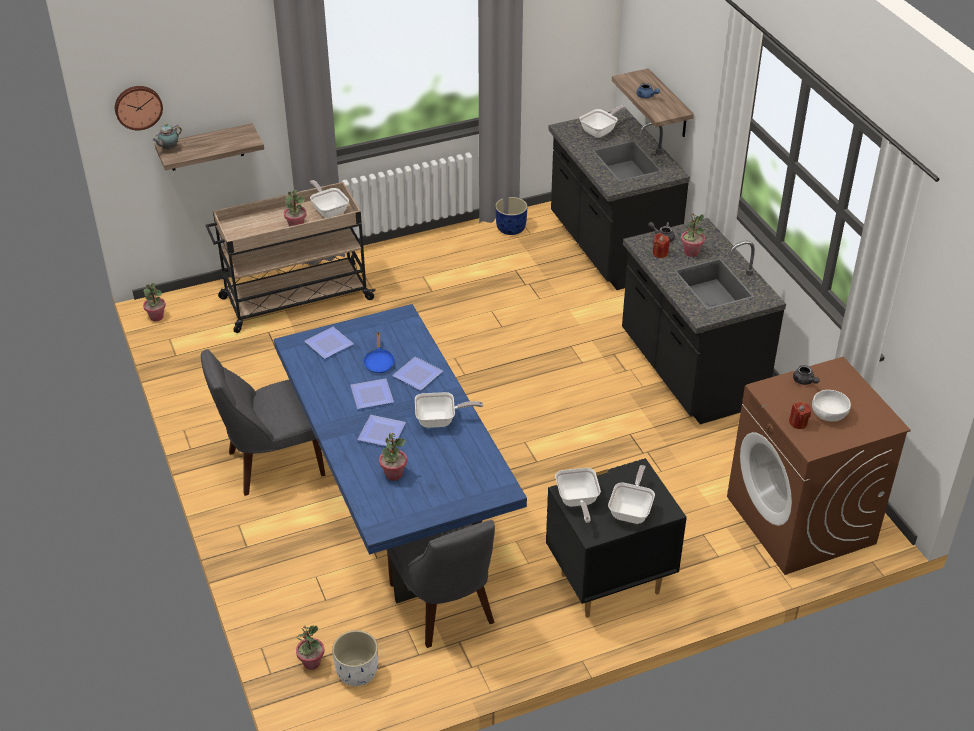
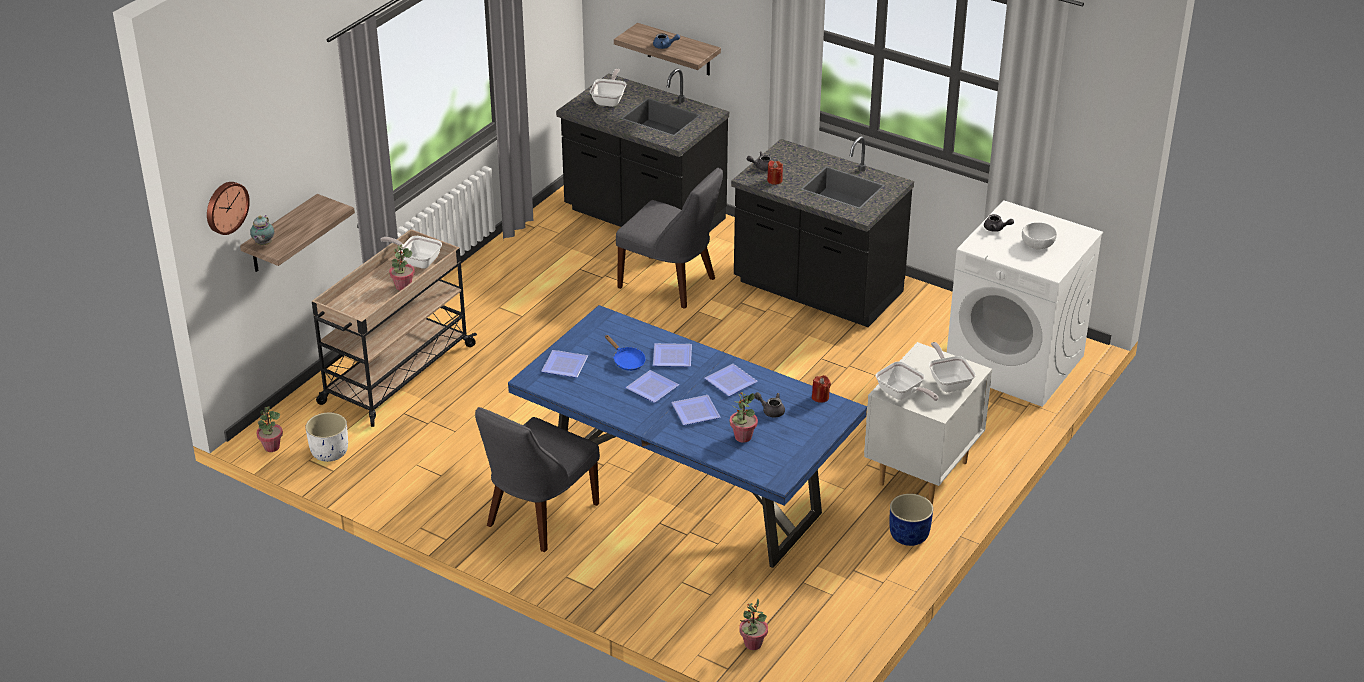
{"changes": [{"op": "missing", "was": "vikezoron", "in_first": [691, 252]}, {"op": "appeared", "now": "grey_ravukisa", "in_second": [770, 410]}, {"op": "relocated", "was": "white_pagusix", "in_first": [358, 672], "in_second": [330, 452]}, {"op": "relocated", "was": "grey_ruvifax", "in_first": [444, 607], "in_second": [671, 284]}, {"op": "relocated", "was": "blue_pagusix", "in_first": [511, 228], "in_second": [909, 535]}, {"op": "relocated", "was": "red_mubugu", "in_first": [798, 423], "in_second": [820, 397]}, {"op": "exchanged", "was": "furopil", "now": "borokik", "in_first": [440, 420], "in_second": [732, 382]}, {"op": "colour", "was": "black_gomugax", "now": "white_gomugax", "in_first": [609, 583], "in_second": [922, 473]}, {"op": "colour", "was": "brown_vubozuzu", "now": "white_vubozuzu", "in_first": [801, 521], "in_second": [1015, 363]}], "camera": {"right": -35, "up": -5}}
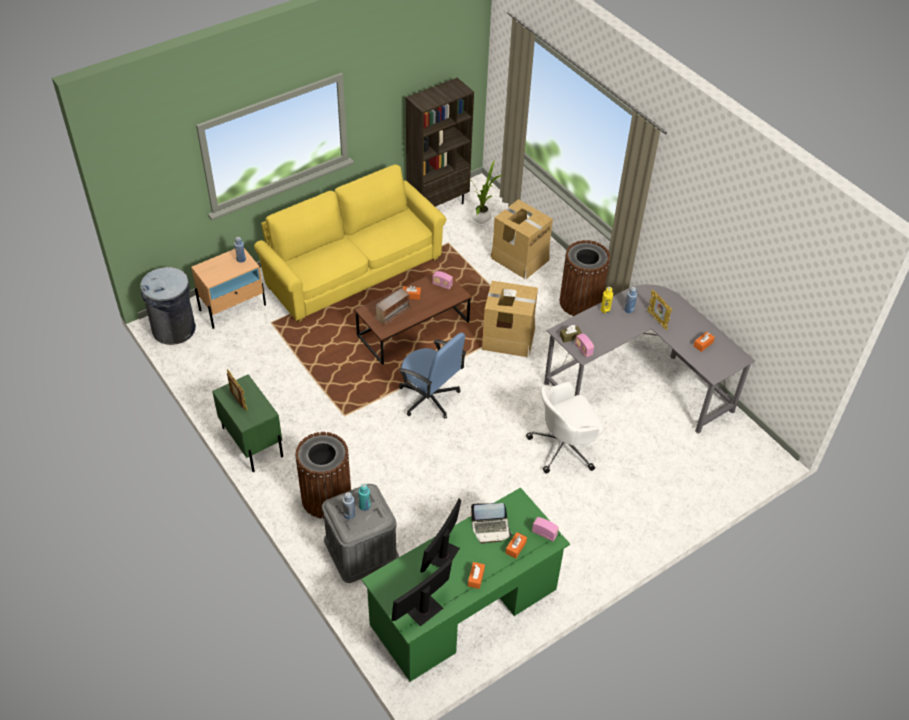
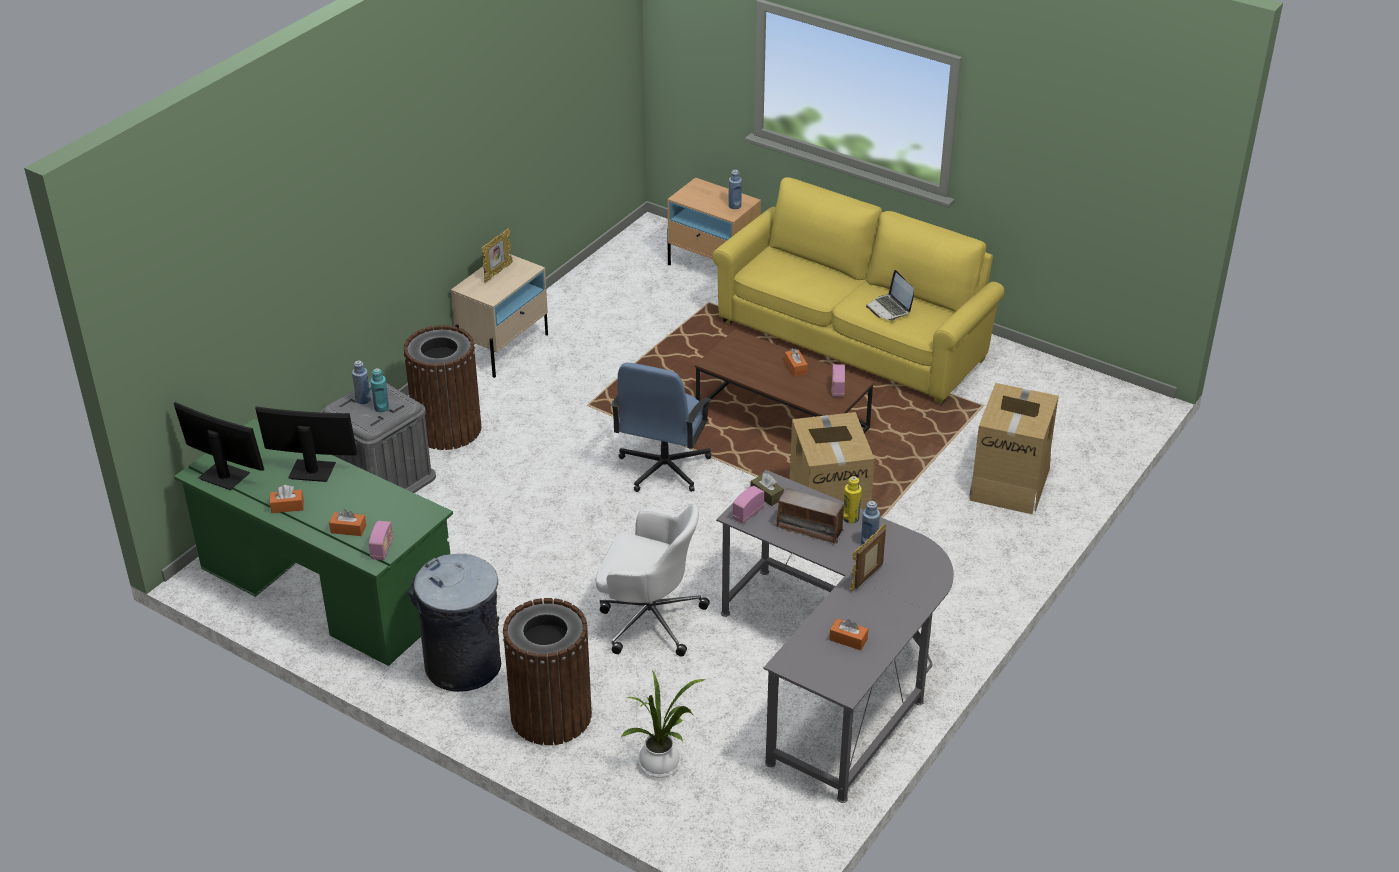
{"changes": [{"op": "missing", "was": "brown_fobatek", "in_first": [438, 205]}, {"op": "relocated", "was": "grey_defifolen", "in_first": [174, 329], "in_second": [463, 666]}, {"op": "relocated", "was": "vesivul", "in_first": [393, 313], "in_second": [810, 528]}, {"op": "relocated", "was": "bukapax", "in_first": [491, 528], "in_second": [889, 308]}, {"op": "relocated", "was": "vikezoron", "in_first": [482, 219], "in_second": [663, 765]}, {"op": "relocated", "was": "brown_defifolen", "in_first": [580, 302], "in_second": [551, 715]}, {"op": "colour", "was": "green_gomugax", "now": "beige_gomugax", "in_first": [252, 442], "in_second": [504, 348]}, {"op": "spun", "was": "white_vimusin", "in_first": [564, 447], "in_second": [649, 619], "clockwise": 150}], "camera": {"right": 70, "up": -10}}
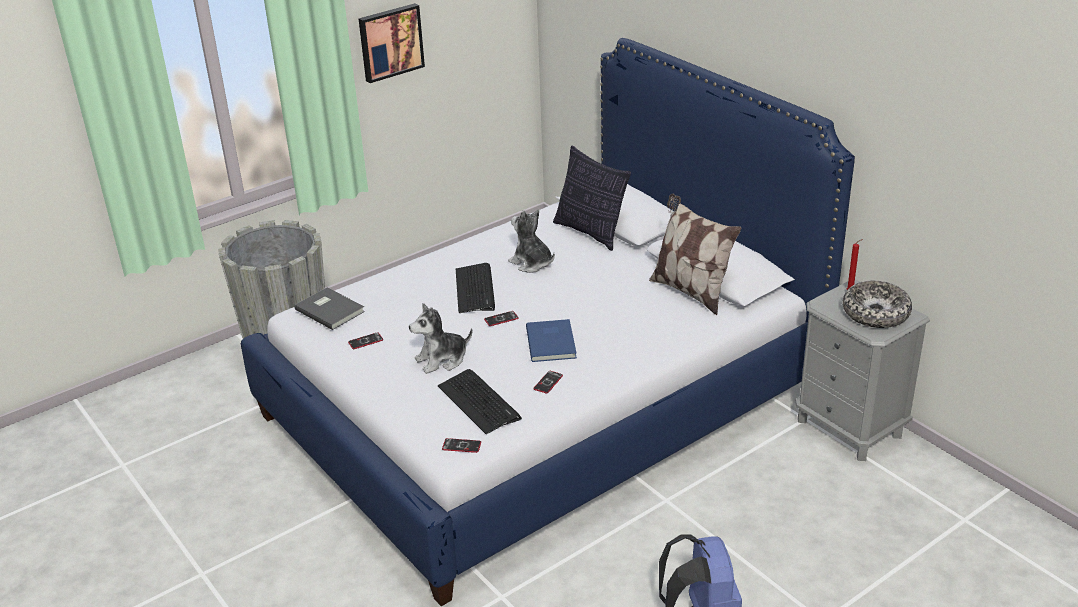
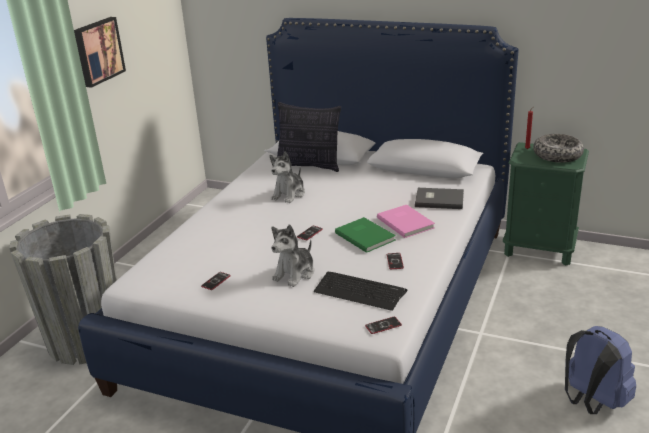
{"changes": [{"op": "missing", "was": "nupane", "in_first": [475, 289]}, {"op": "missing", "was": "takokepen", "in_first": [690, 291]}, {"op": "appeared", "now": "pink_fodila", "in_second": [406, 222]}, {"op": "relocated", "was": "grey_fodila", "in_first": [330, 309], "in_second": [438, 199]}, {"op": "colour", "was": "blue_fodila", "now": "green_fodila", "in_first": [552, 342], "in_second": [365, 236]}, {"op": "colour", "was": "grey_gomugax", "now": "green_gomugax", "in_first": [850, 428], "in_second": [540, 249]}, {"op": "spun", "was": "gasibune", "in_first": [531, 263], "in_second": [289, 194], "clockwise": -75}], "camera": {"right": -30, "up": -5}}
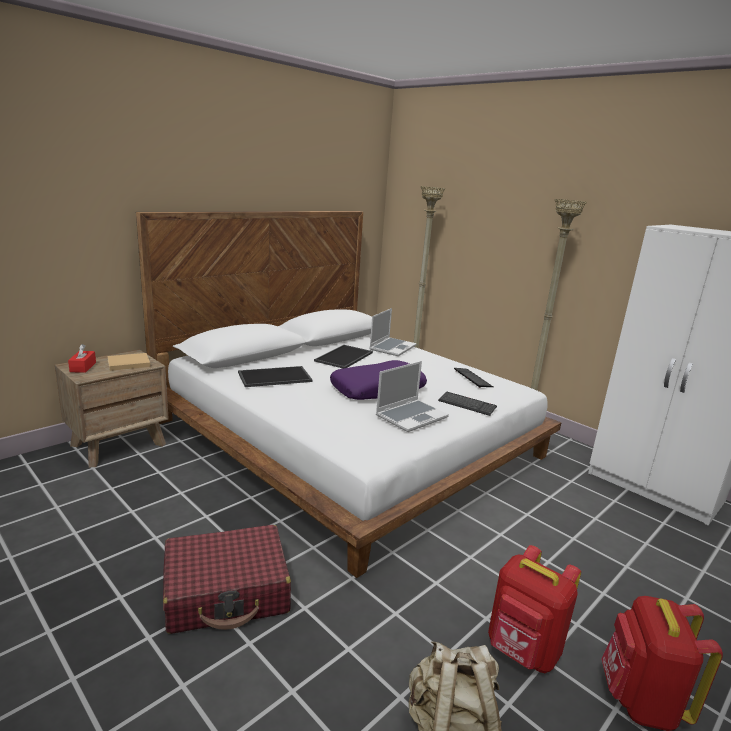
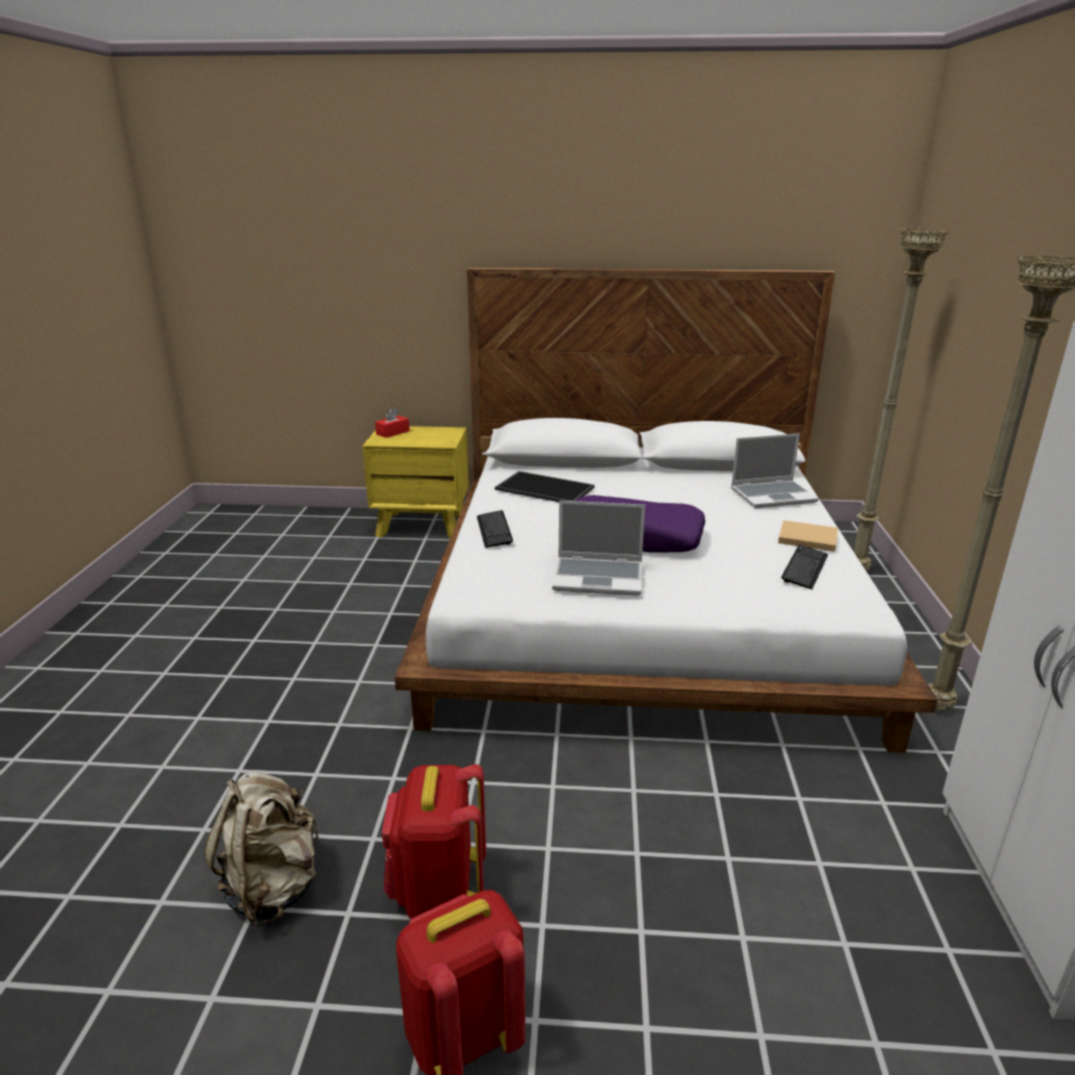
{"changes": [{"op": "missing", "was": "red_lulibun", "in_first": [227, 592]}, {"op": "missing", "was": "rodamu", "in_first": [344, 357]}, {"op": "relocated", "was": "beige_fodila", "in_first": [127, 363], "in_second": [805, 538]}, {"op": "relocated", "was": "nupane", "in_first": [467, 405], "in_second": [494, 530]}, {"op": "colour", "was": "brown_gomugax", "now": "yellow_gomugax", "in_first": [119, 444], "in_second": [422, 525]}], "camera": {"right": 50, "up": 5}}
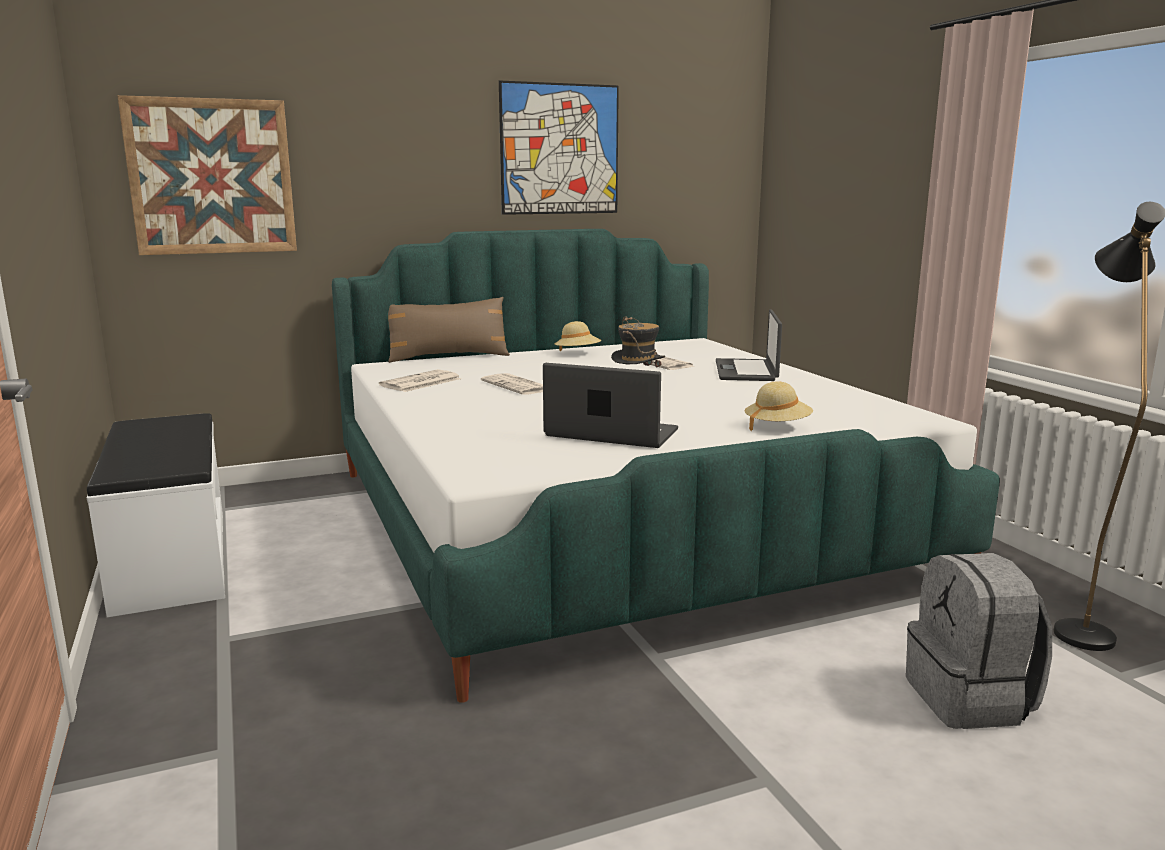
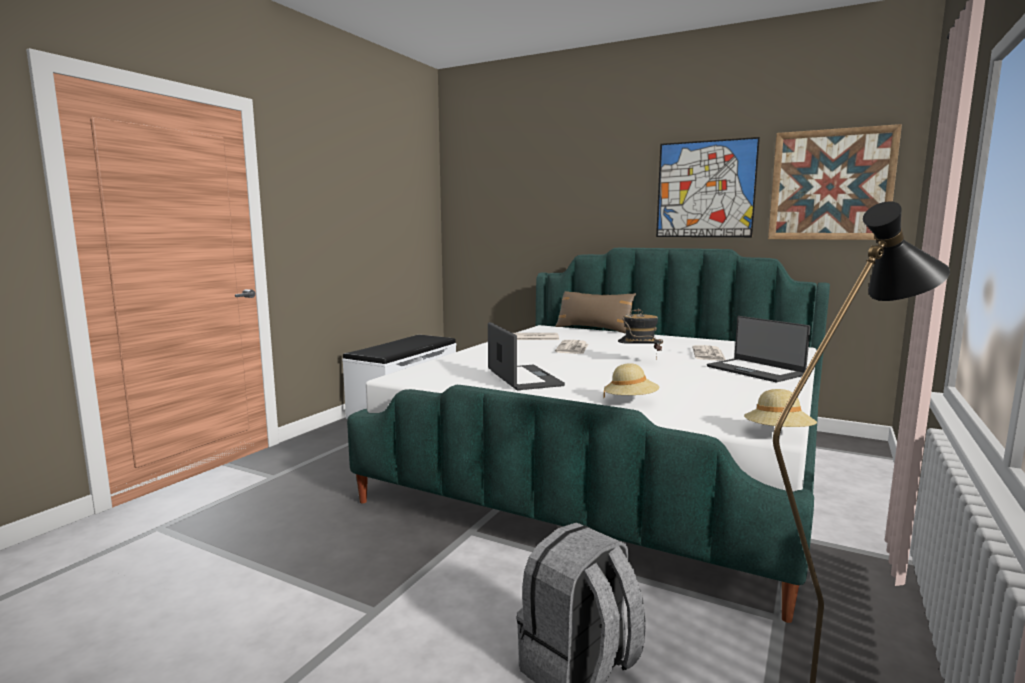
{"changes": [{"op": "relocated", "was": "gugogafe", "in_first": [212, 177], "in_second": [830, 185]}, {"op": "relocated", "was": "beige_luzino", "in_first": [578, 354], "in_second": [778, 434]}, {"op": "spun", "was": "bukapax", "in_first": [747, 371], "in_second": [755, 371], "clockwise": -90}], "camera": {"right": 50, "up": -5}}
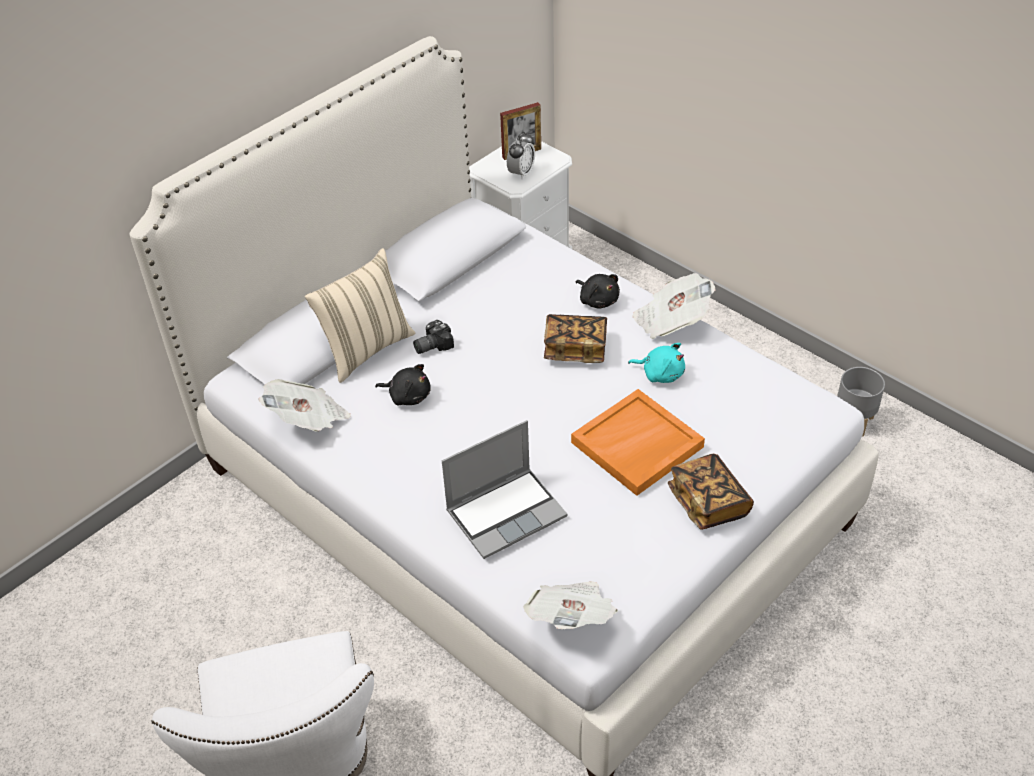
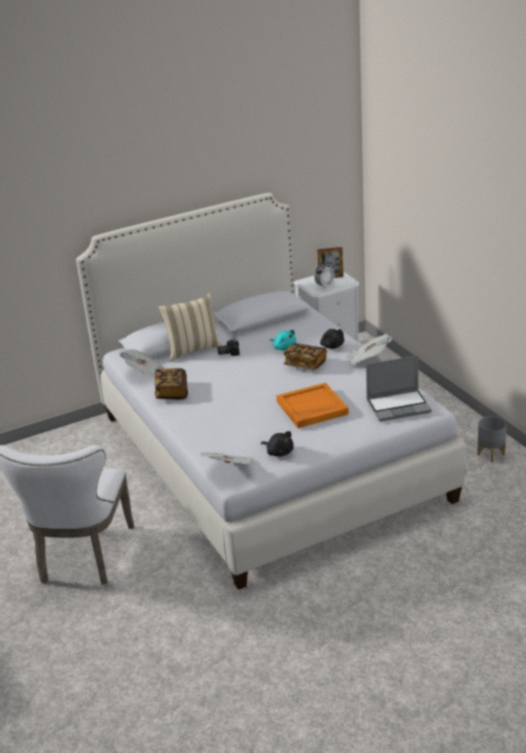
{"changes": [{"op": "relocated", "was": "black_gasibune", "in_first": [408, 396], "in_second": [279, 452]}, {"op": "relocated", "was": "bukapax", "in_first": [506, 512], "in_second": [399, 406]}, {"op": "relocated", "was": "turquoise_gasibune", "in_first": [660, 373], "in_second": [284, 348]}, {"op": "relocated", "was": "fodila", "in_first": [708, 503], "in_second": [171, 392]}], "camera": {"right": 20, "up": -15}}
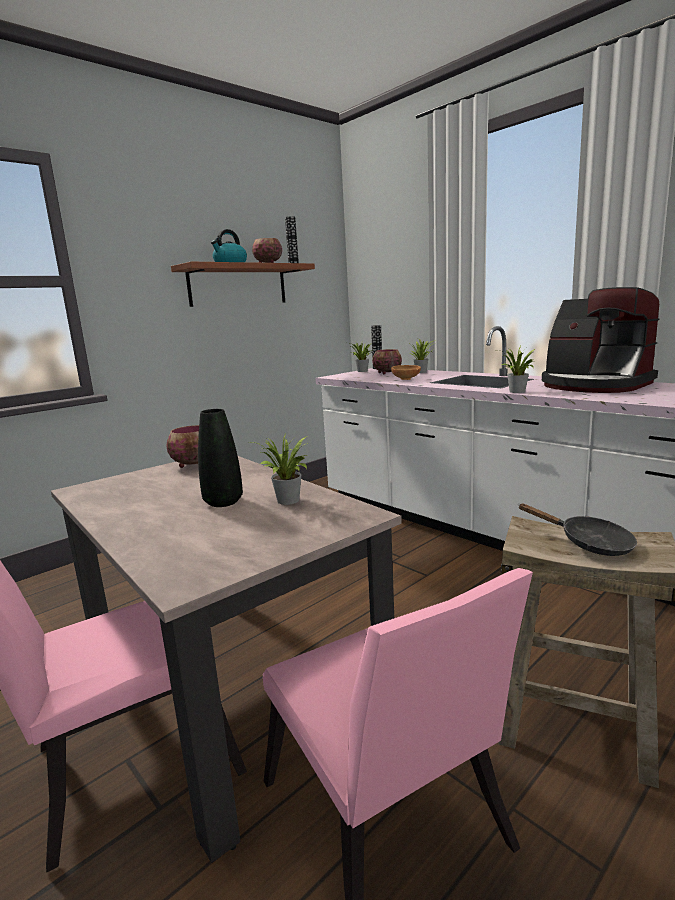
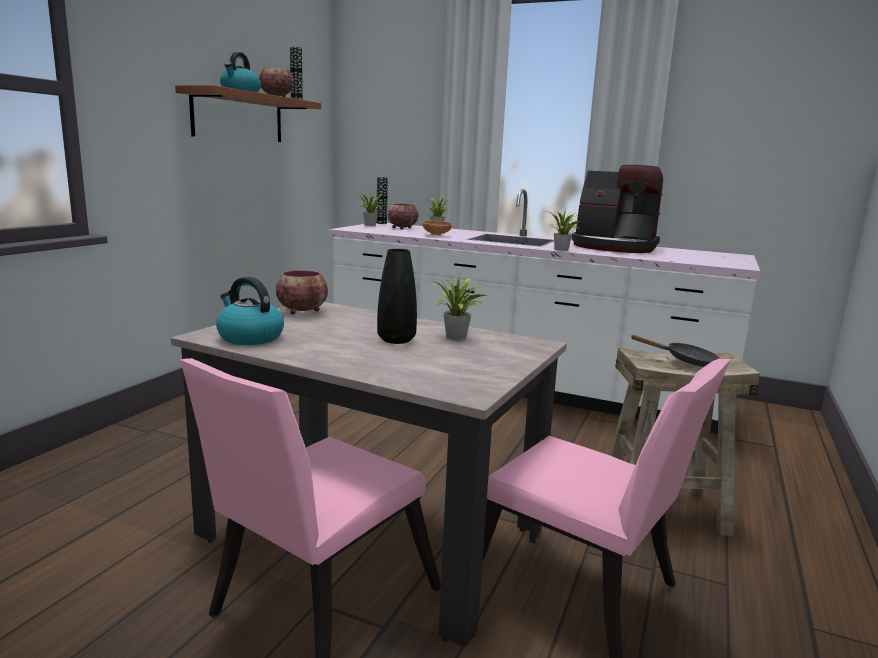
{"changes": [{"op": "appeared", "now": "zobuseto", "in_second": [249, 337]}], "camera": {"right": -25, "up": 0}}
